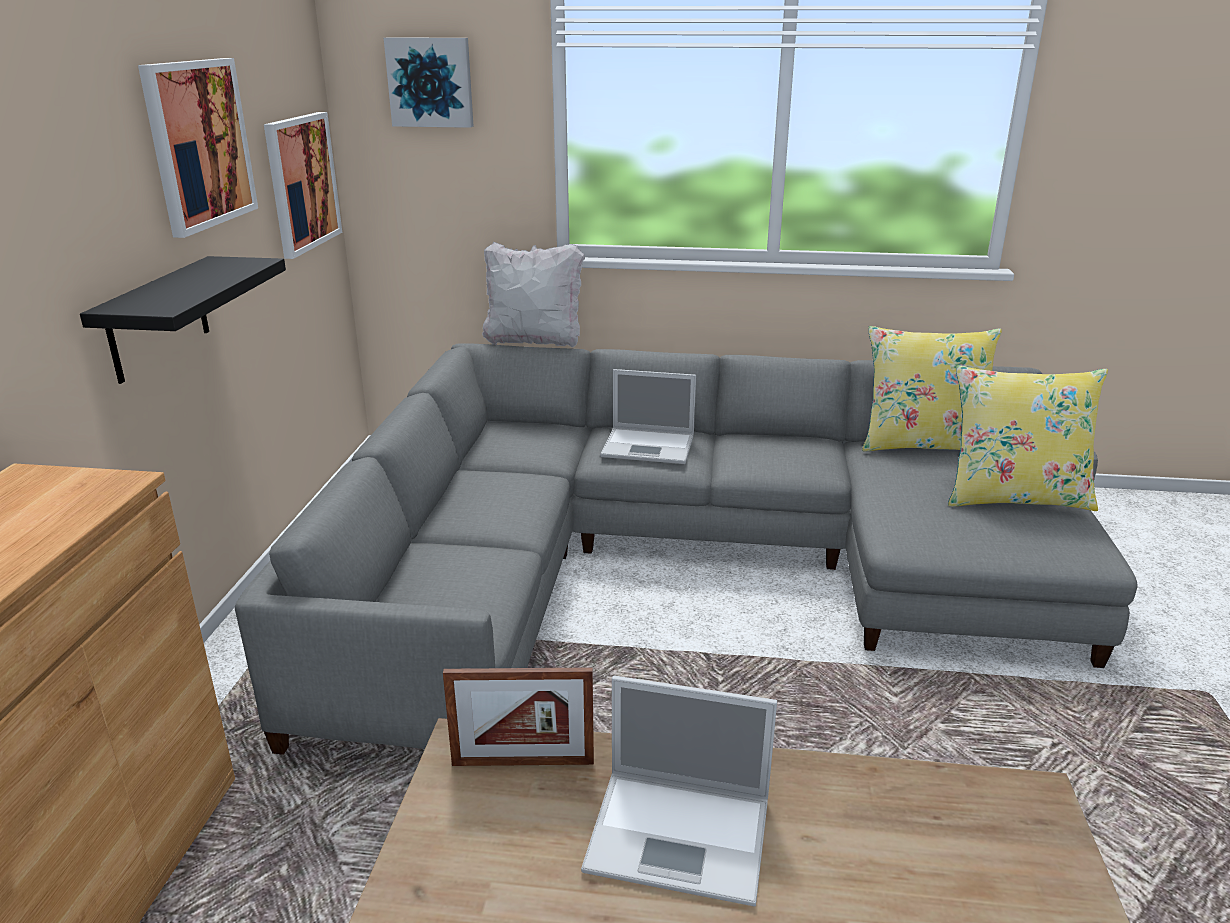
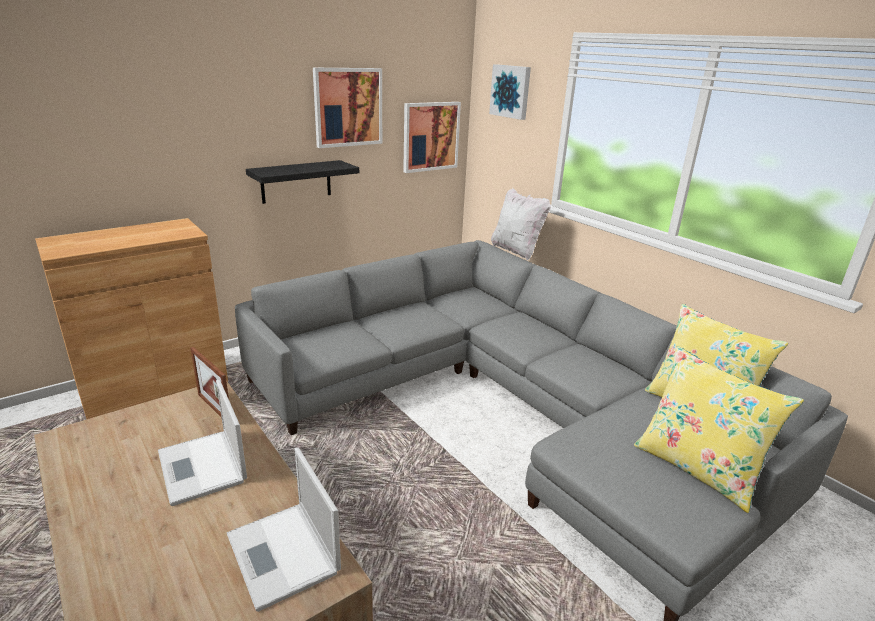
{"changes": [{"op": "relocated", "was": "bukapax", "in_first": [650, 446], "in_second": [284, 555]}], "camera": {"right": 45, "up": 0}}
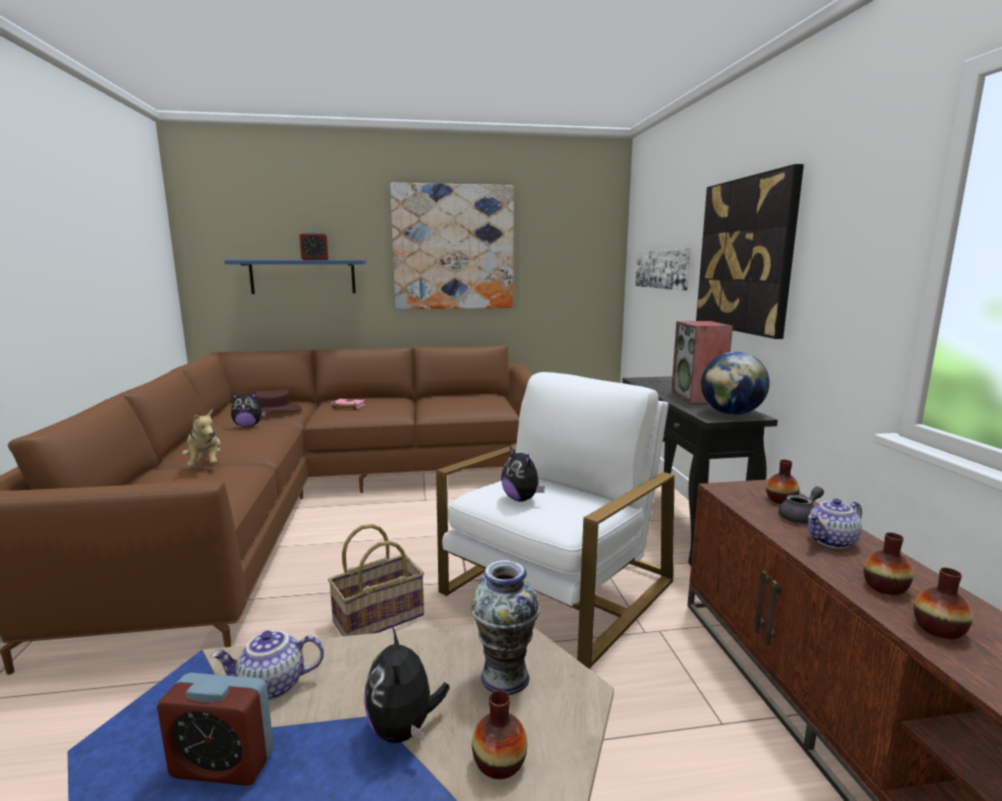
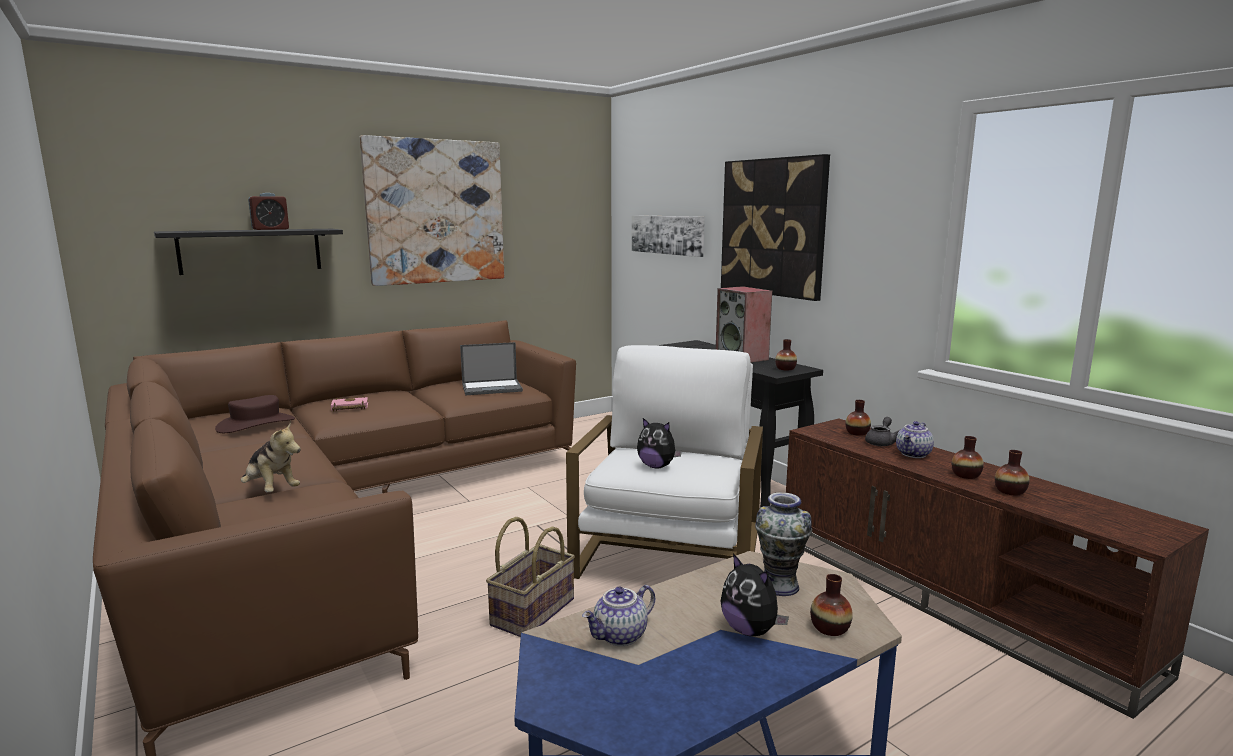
{"changes": [{"op": "missing", "was": "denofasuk", "in_first": [223, 765]}, {"op": "missing", "was": "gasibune", "in_first": [248, 426]}, {"op": "appeared", "now": "bukapax", "in_second": [492, 388]}, {"op": "exchanged", "was": "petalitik", "now": "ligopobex", "in_first": [731, 413], "in_second": [785, 368]}, {"op": "colour", "was": "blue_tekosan", "now": "black_tekosan", "in_first": [303, 277], "in_second": [251, 250]}], "camera": {"right": -25, "up": 0}}
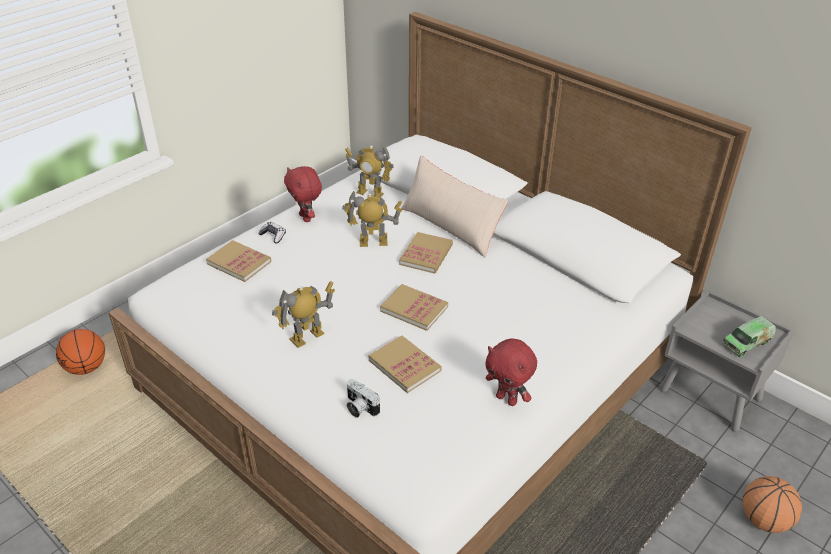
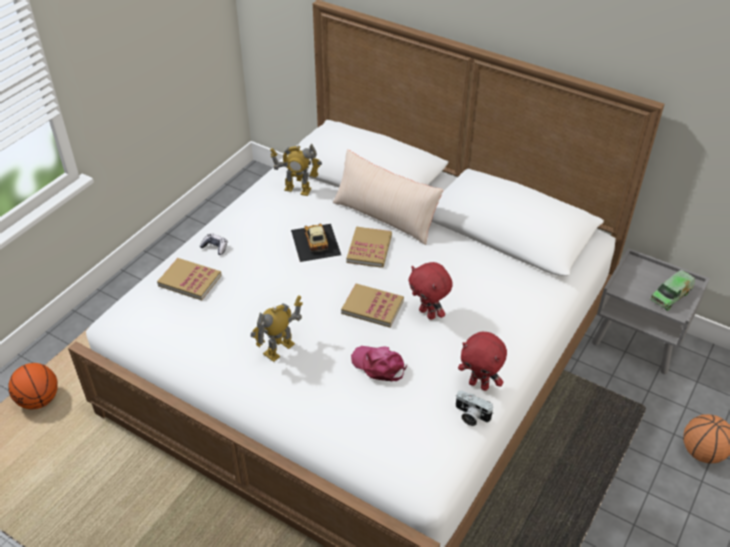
{"changes": [{"op": "relocated", "was": "red_gasibune", "in_first": [306, 218], "in_second": [428, 313]}, {"op": "relocated", "was": "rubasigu", "in_first": [359, 407], "in_second": [470, 416]}, {"op": "exchanged", "was": "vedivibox", "now": "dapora", "in_first": [373, 242], "in_second": [315, 242]}, {"op": "exchanged", "was": "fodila", "now": "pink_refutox", "in_first": [404, 365], "in_second": [378, 365]}], "camera": {"right": -10, "up": 5}}
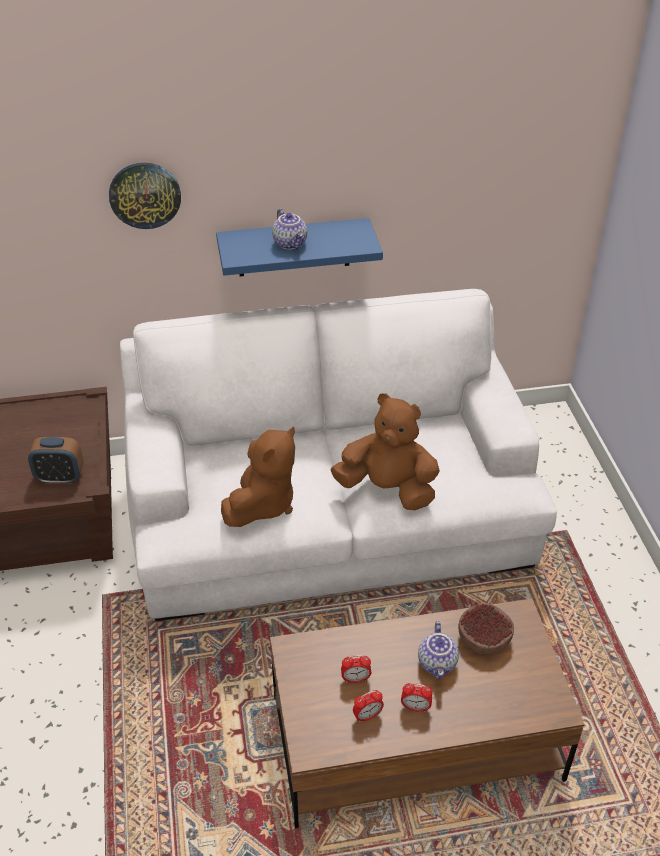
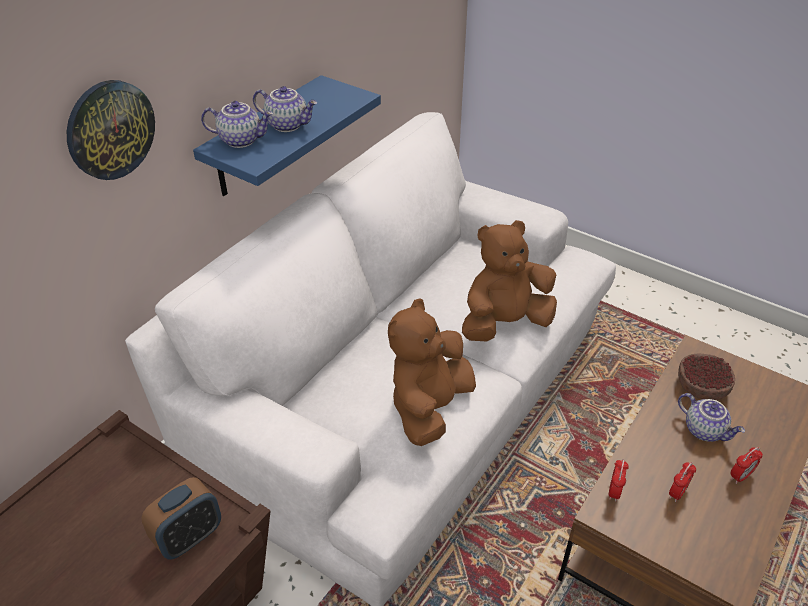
{"changes": [{"op": "appeared", "now": "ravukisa", "in_second": [241, 140]}, {"op": "relocated", "was": "denofasuk", "in_first": [367, 716], "in_second": [614, 491]}, {"op": "spun", "was": "brown_gasibune", "in_first": [262, 504], "in_second": [429, 407], "clockwise": -135}], "camera": {"right": -45, "up": 0}}
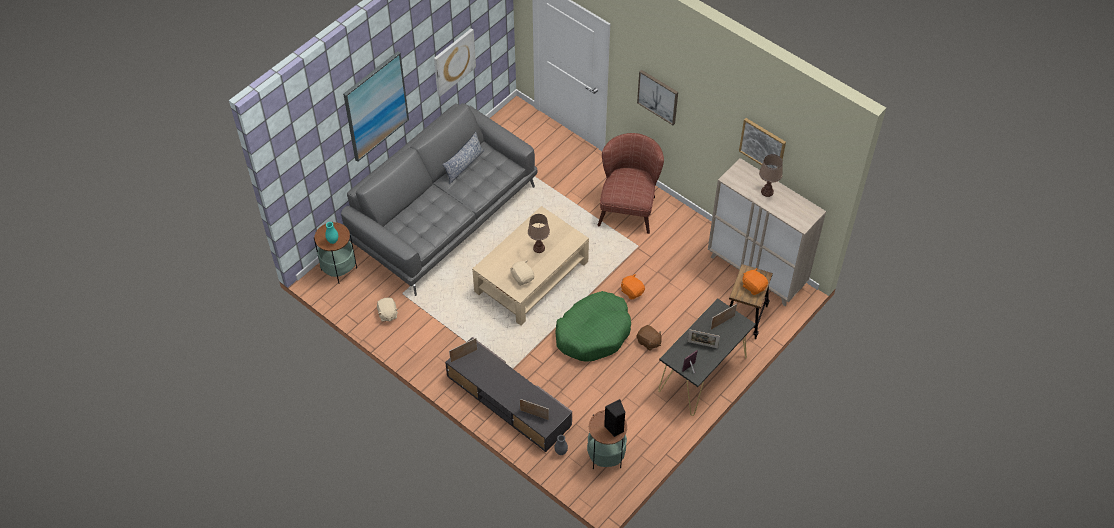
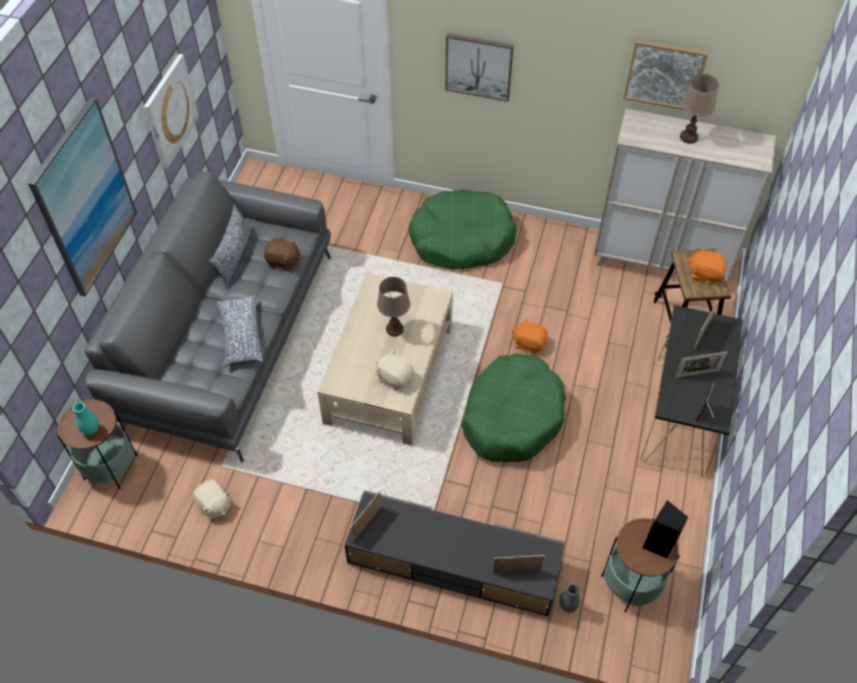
{"changes": [{"op": "appeared", "now": "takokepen", "in_second": [240, 336]}, {"op": "relocated", "was": "brown_gasibune", "in_first": [648, 342], "in_second": [283, 261]}, {"op": "exchanged", "was": "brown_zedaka", "now": "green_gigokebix", "in_first": [628, 205], "in_second": [461, 239]}], "camera": {"right": -25, "up": 0}}
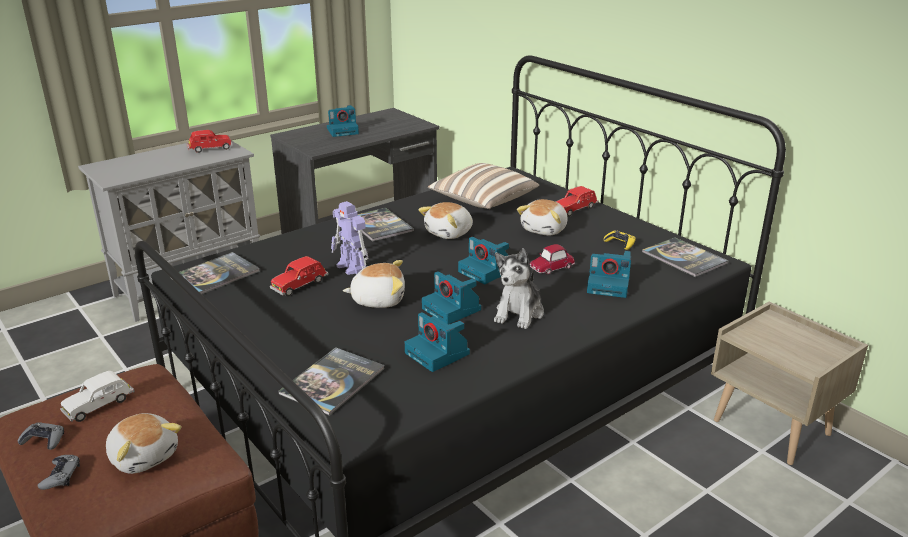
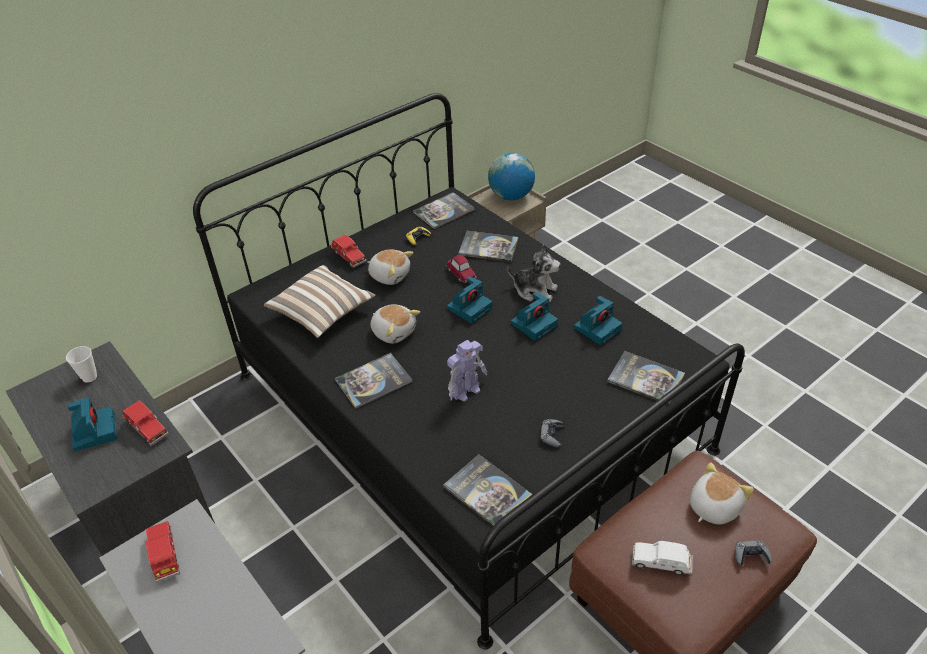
{"changes": [{"op": "missing", "was": "gasibune", "in_first": [378, 299]}, {"op": "appeared", "now": "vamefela", "in_second": [89, 377]}, {"op": "appeared", "now": "petalitik", "in_second": [511, 196]}, {"op": "relocated", "was": "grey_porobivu", "in_first": [43, 440], "in_second": [551, 435]}, {"op": "relocated", "was": "red_dapora", "in_first": [300, 285], "in_second": [147, 428]}, {"op": "exchanged", "was": "rubasigu", "now": "fodila", "in_first": [609, 285], "in_second": [488, 247]}, {"op": "spun", "was": "white_dapora", "in_first": [99, 405], "in_second": [661, 563], "clockwise": 150}], "camera": {"right": -90, "up": 15}}
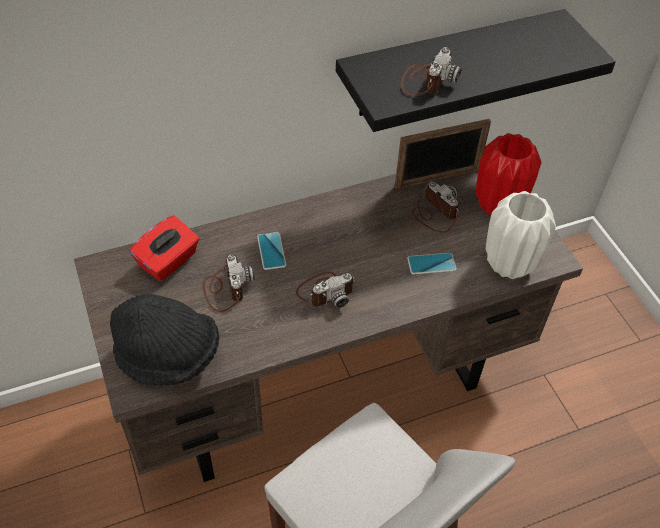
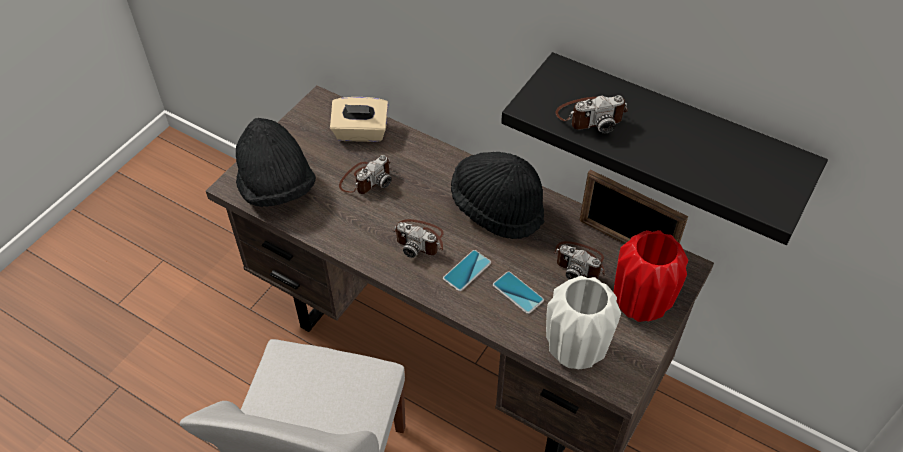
{"changes": [{"op": "appeared", "now": "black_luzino", "in_second": [497, 208]}, {"op": "relocated", "was": "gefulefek", "in_first": [271, 251], "in_second": [467, 271]}, {"op": "colour", "was": "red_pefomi", "now": "beige_pefomi", "in_first": [168, 261], "in_second": [361, 133]}, {"op": "spun", "was": "rubasigu", "in_first": [434, 213], "in_second": [580, 263], "clockwise": 105}], "camera": {"right": 55, "up": 0}}
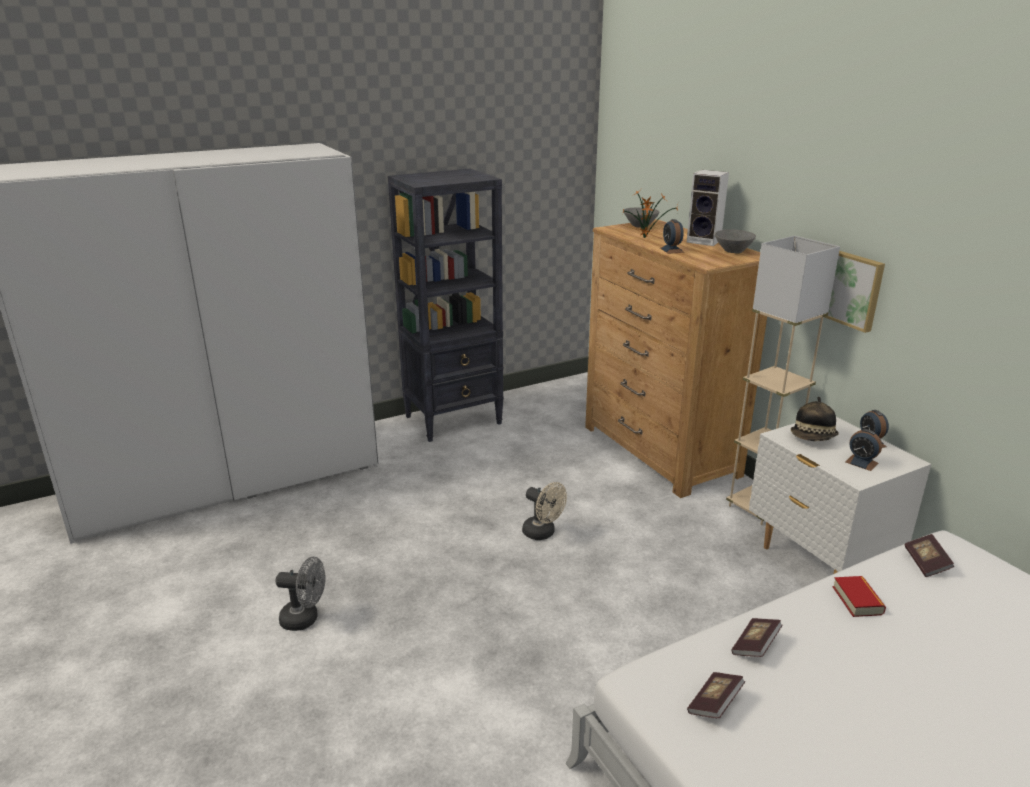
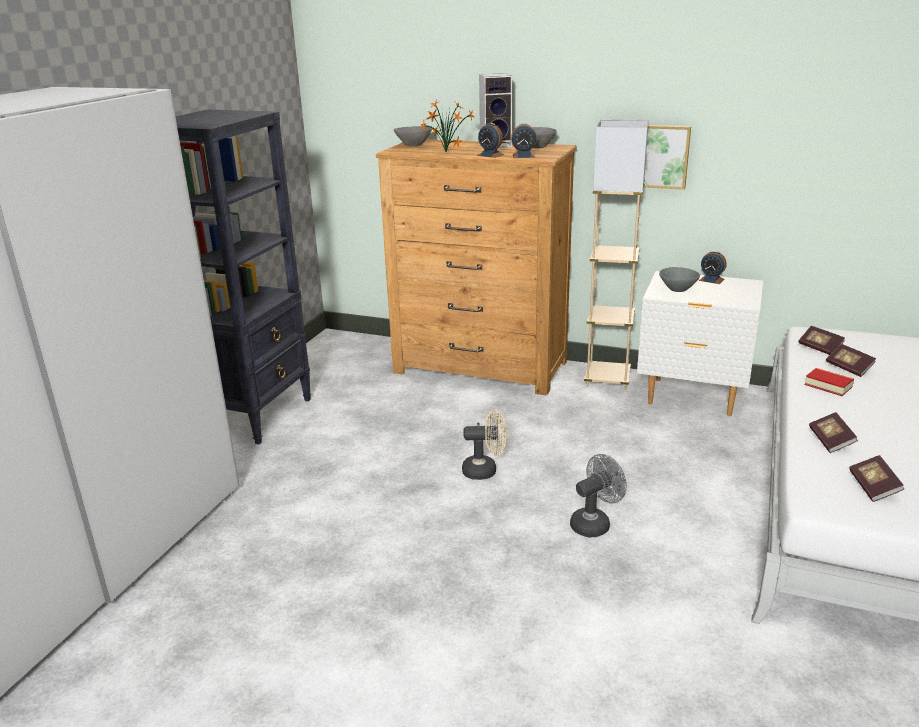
{"changes": [{"op": "appeared", "now": "fodila", "in_second": [849, 368]}, {"op": "relocated", "was": "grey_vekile", "in_first": [305, 619], "in_second": [594, 523]}, {"op": "relocated", "was": "denofasuk", "in_first": [861, 462], "in_second": [523, 156]}, {"op": "exchanged", "was": "luzino", "now": "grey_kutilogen", "in_first": [813, 438], "in_second": [678, 289]}], "camera": {"right": -40, "up": 0}}
